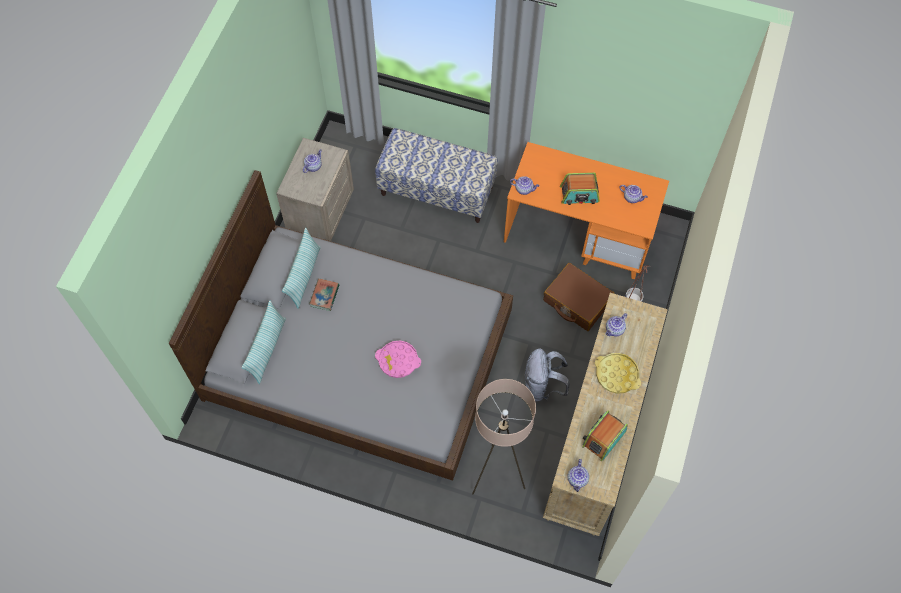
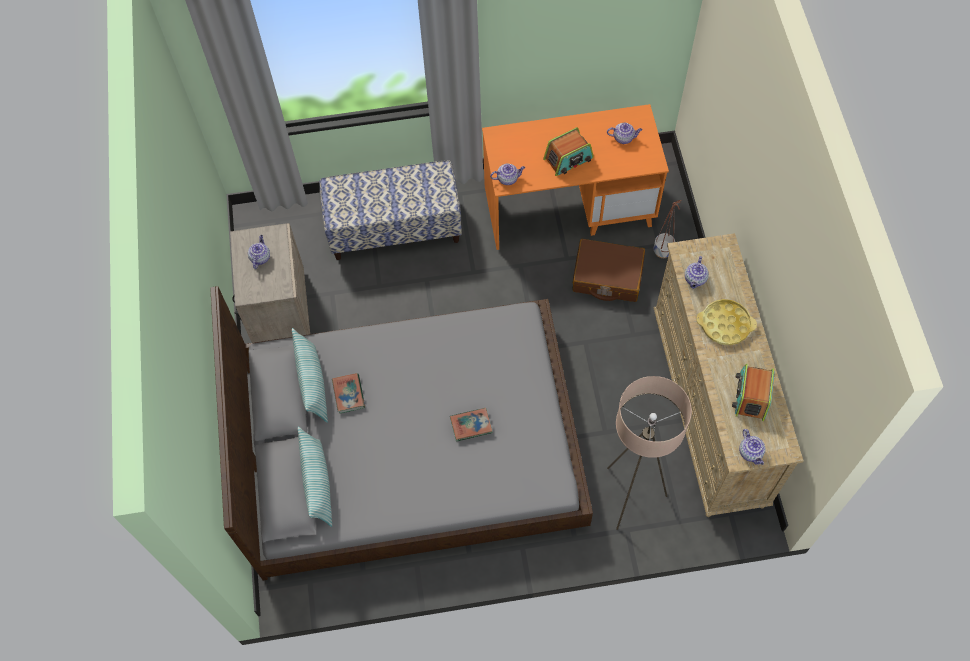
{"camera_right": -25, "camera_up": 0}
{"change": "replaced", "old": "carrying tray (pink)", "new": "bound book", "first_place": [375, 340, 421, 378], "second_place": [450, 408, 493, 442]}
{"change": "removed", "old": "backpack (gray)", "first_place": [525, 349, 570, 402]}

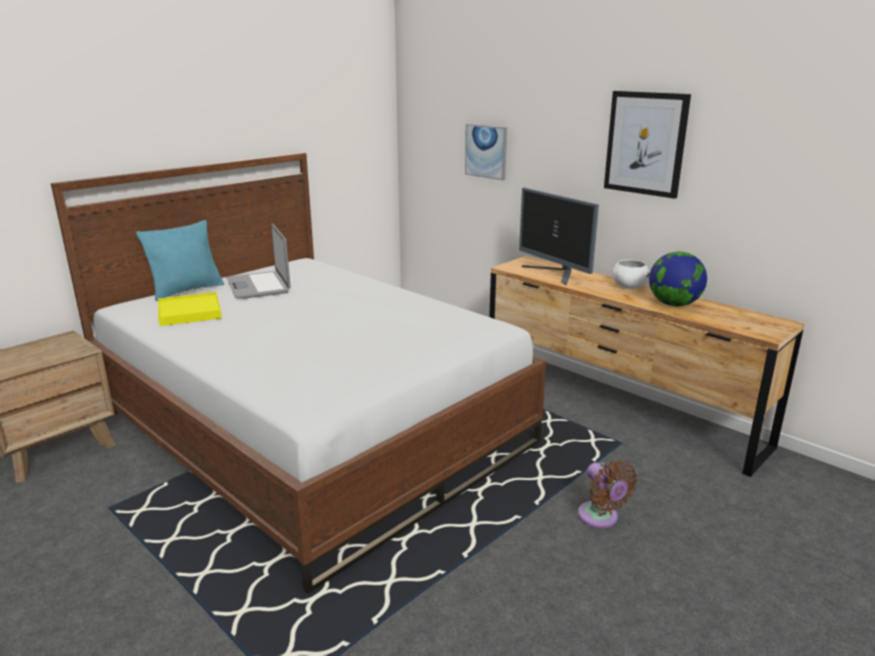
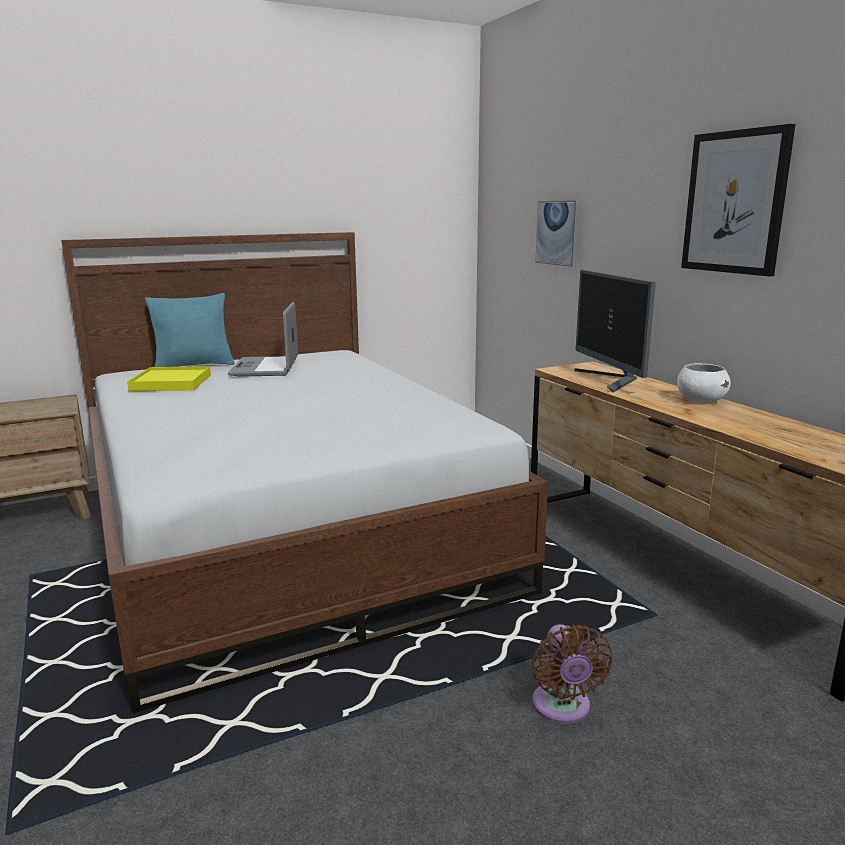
{"camera_right": 20, "camera_up": -5}
{"change": "removed", "old": "globe", "first_place": [649, 252, 707, 306]}

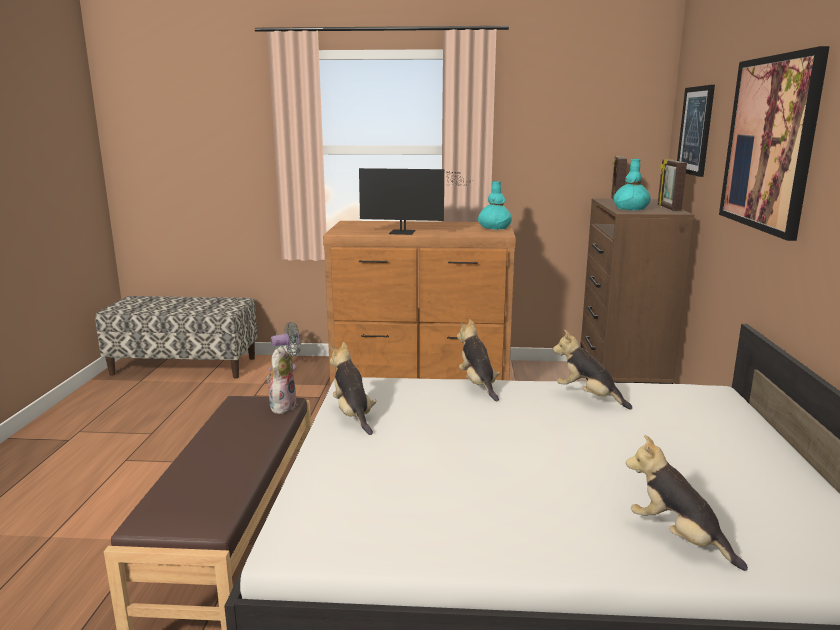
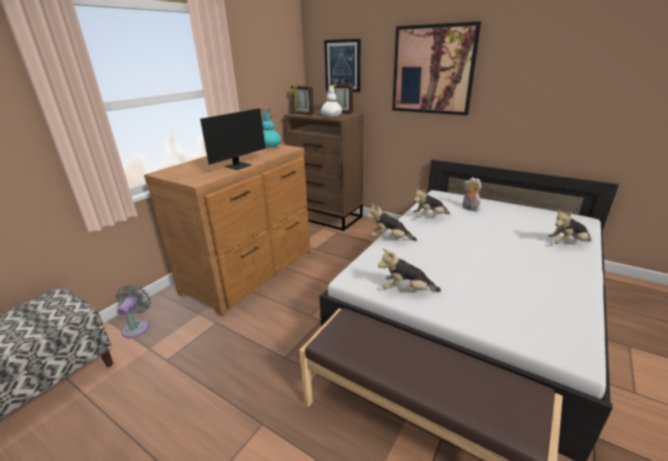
{"camera_right": -60, "camera_up": 10}
{"change": "recoloured", "old": "decorative vase (blue-green)", "new": "decorative vase (white)", "first_place": [614, 159, 651, 210], "second_place": [321, 85, 342, 117]}
{"change": "moved", "old": "soft toy", "first_place": [266, 346, 297, 414], "second_place": [463, 177, 482, 211]}

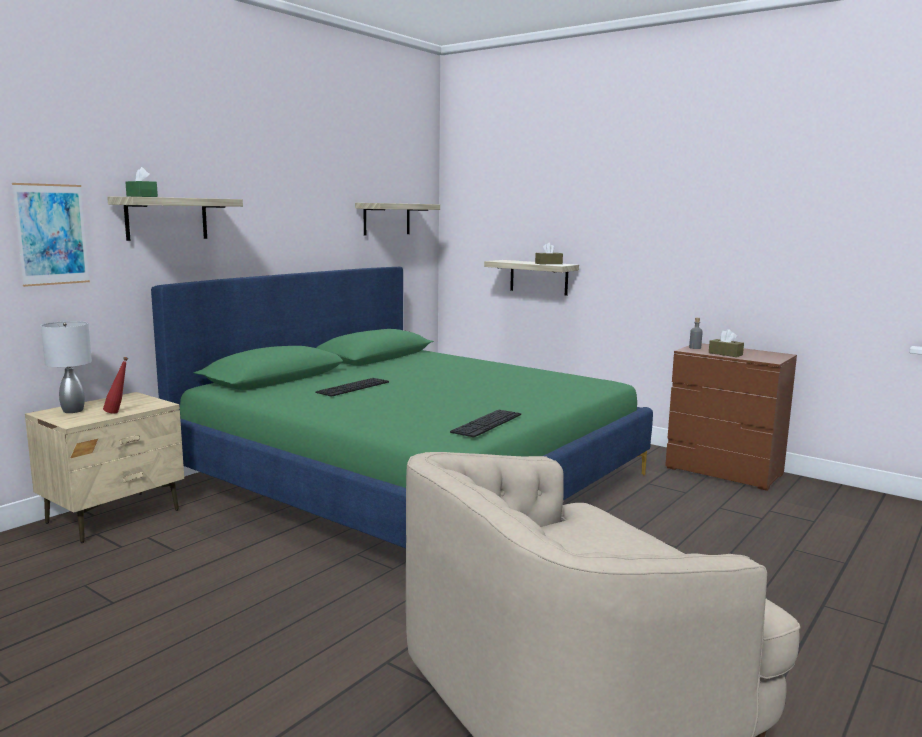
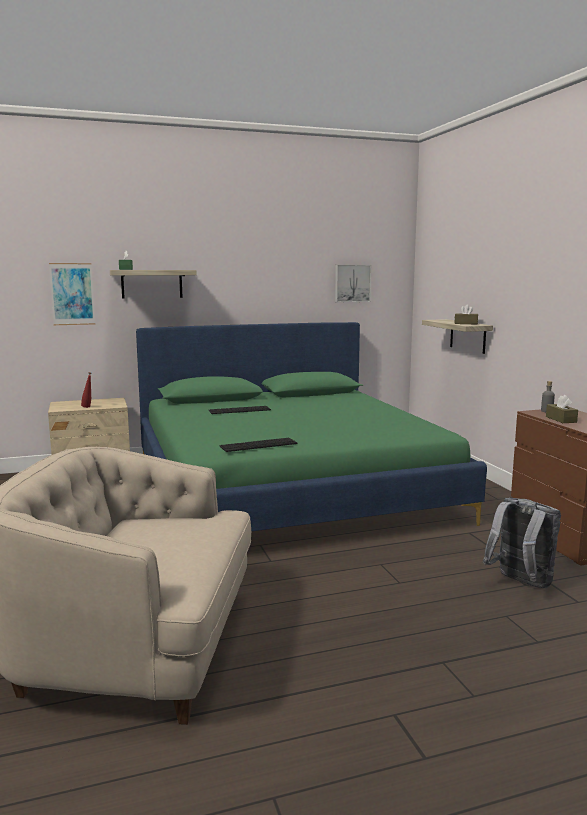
{"camera_right": 35, "camera_up": 0}
{"change": "replaced", "old": "wall shelf", "new": "wall art", "first_place": [355, 203, 440, 235], "second_place": [335, 265, 371, 302]}
{"change": "added", "new": "backpack (gray)", "second_place": [483, 498, 561, 588]}
{"change": "removed", "old": "table lamp (gray)", "first_place": [41, 321, 92, 413]}

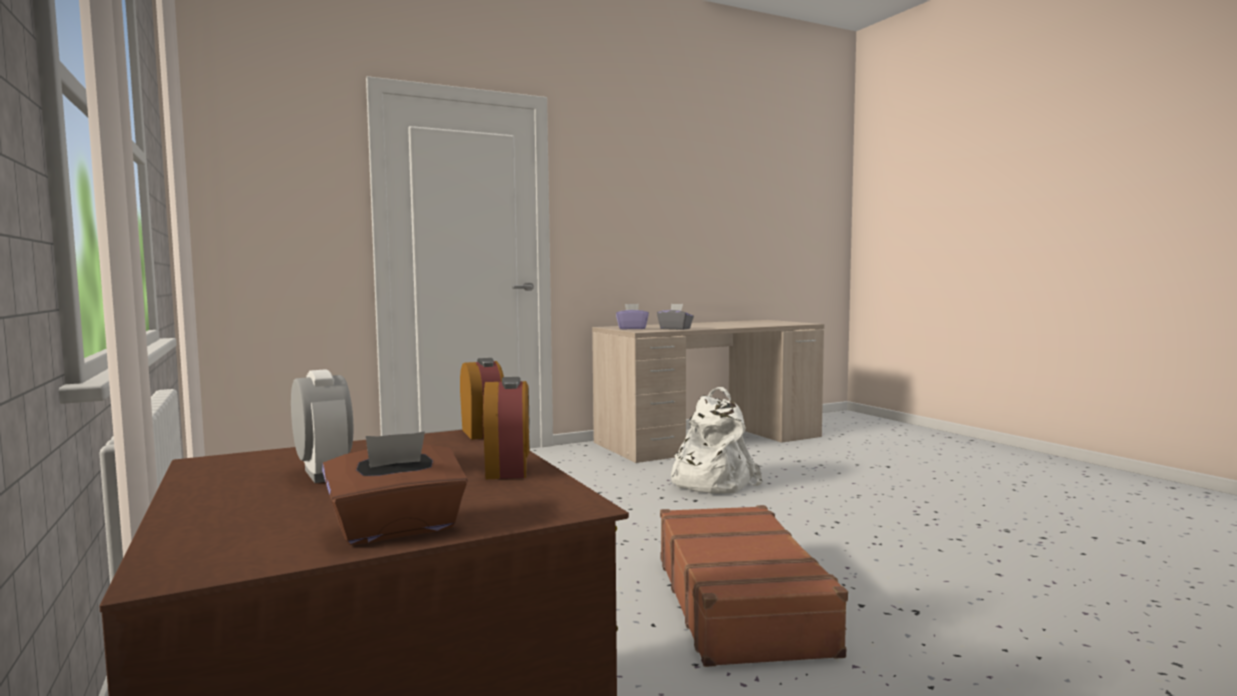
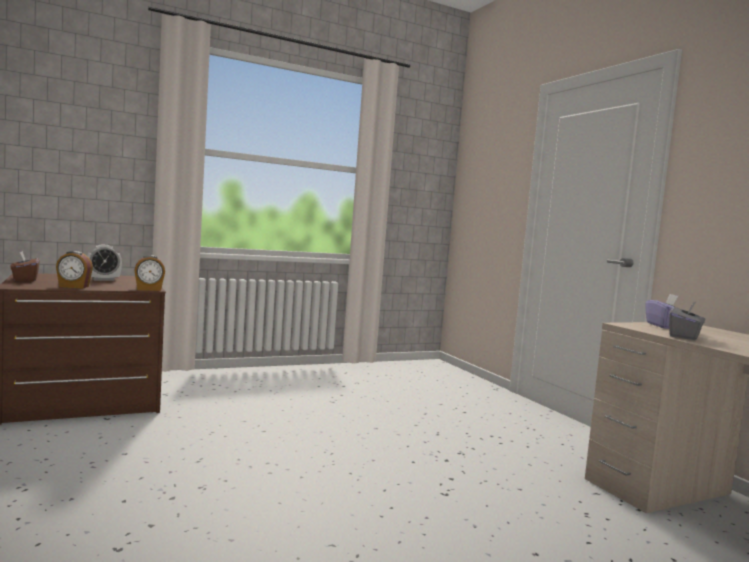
{"camera_right": 90, "camera_up": 0}
{"change": "removed", "old": "suitcase (brownish)", "first_place": [660, 505, 848, 667]}
{"change": "removed", "old": "backpack (white)", "first_place": [671, 387, 763, 493]}

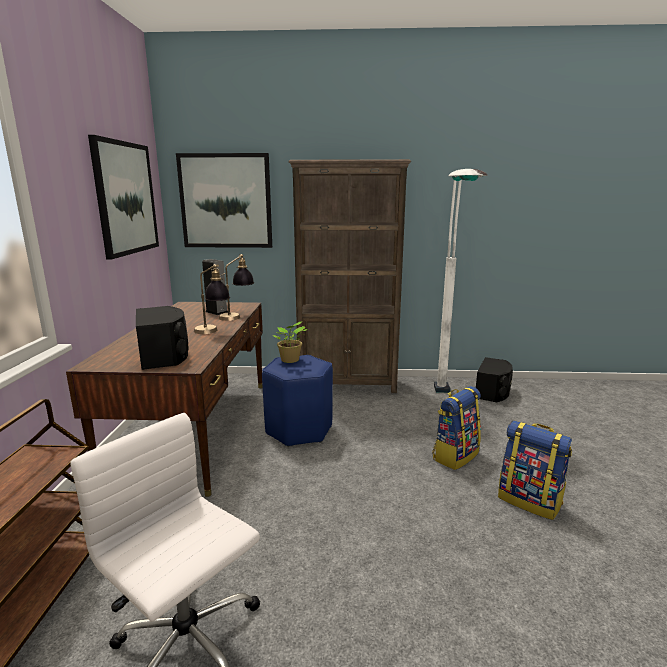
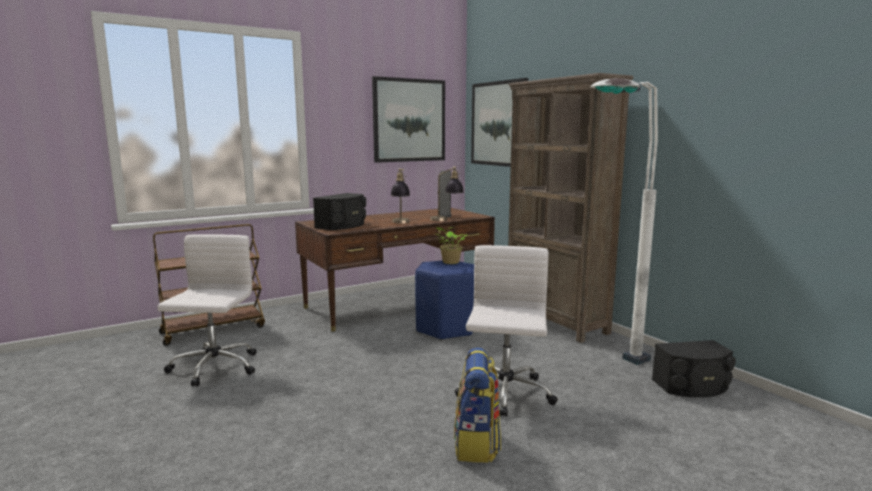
{"camera_right": 55, "camera_up": -5}
{"change": "replaced", "old": "backpack", "new": "computer chair (white)", "first_place": [432, 386, 481, 470], "second_place": [455, 245, 558, 417]}

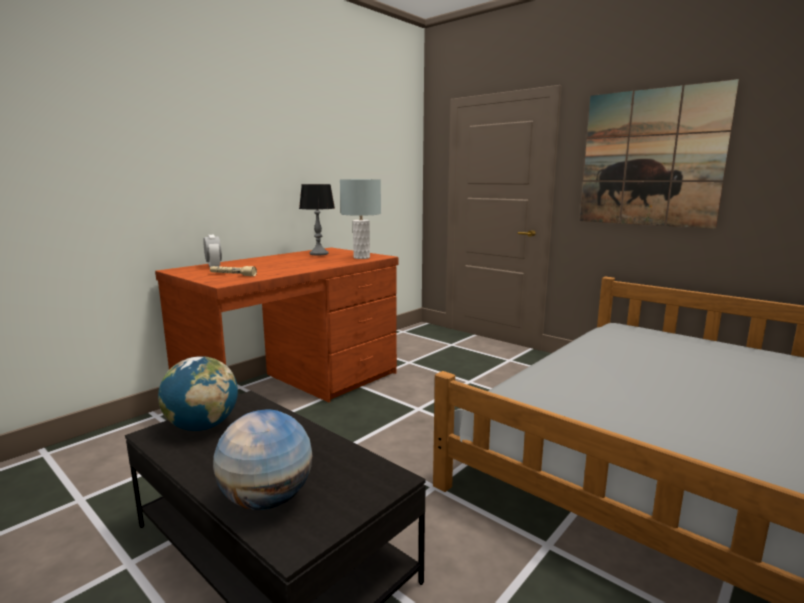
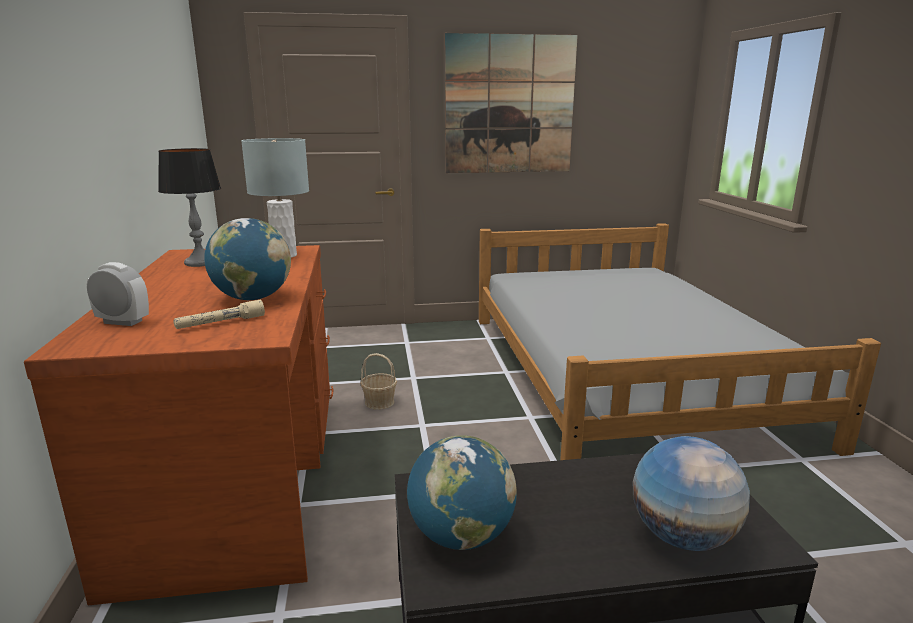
{"camera_right": -50, "camera_up": 5}
{"change": "added", "new": "globe", "second_place": [204, 218, 291, 300]}
{"change": "added", "new": "household basket", "second_place": [360, 353, 397, 410]}

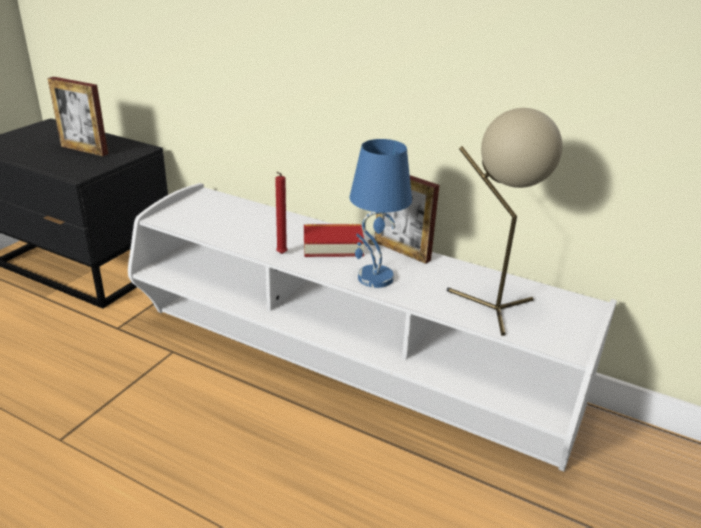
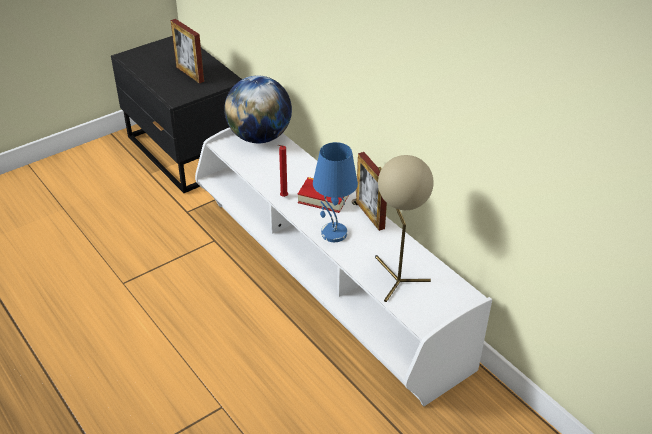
{"camera_right": 25, "camera_up": 10}
{"change": "added", "new": "globe", "second_place": [224, 76, 292, 143]}

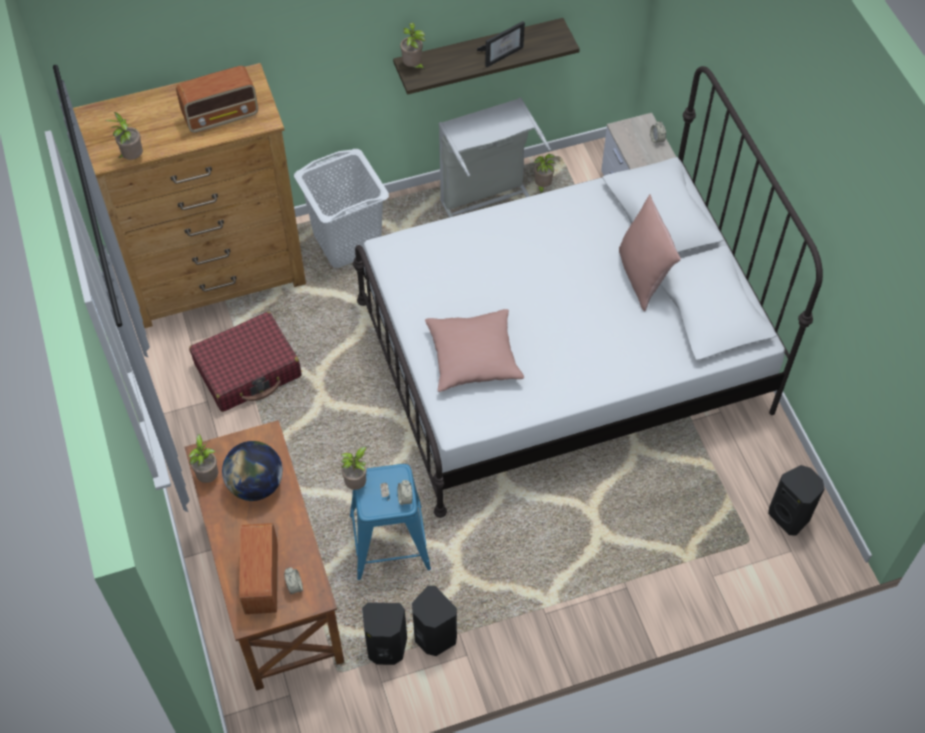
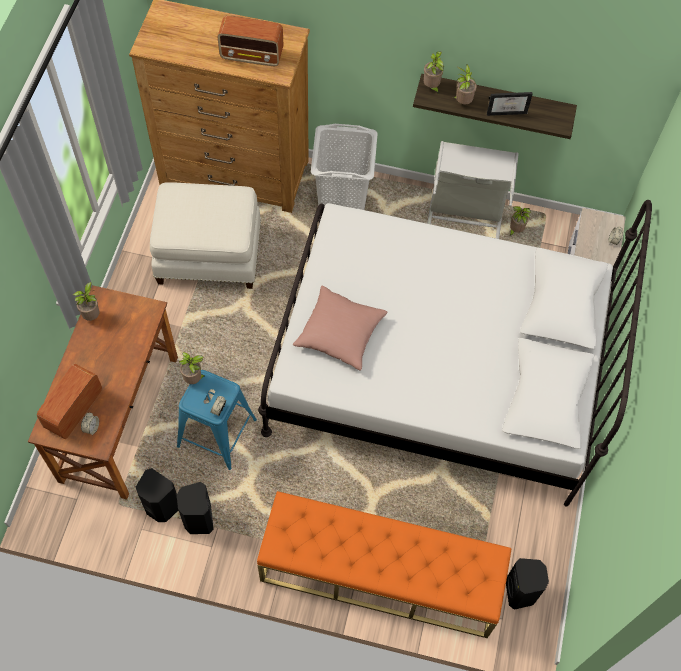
{"camera_right": 30, "camera_up": 5}
{"change": "replaced", "old": "suitcase (reddish)", "new": "footrest (white)", "first_place": [189, 312, 302, 412], "second_place": [150, 182, 261, 289]}
{"change": "added", "new": "bench (orange)", "second_place": [257, 491, 512, 638]}
{"change": "moved", "old": "houseplant", "first_place": [106, 112, 143, 160], "second_place": [453, 64, 477, 104]}
{"change": "removed", "old": "globe", "first_place": [222, 441, 283, 501]}
{"change": "removed", "old": "pillow (pink)", "first_place": [619, 194, 681, 312]}

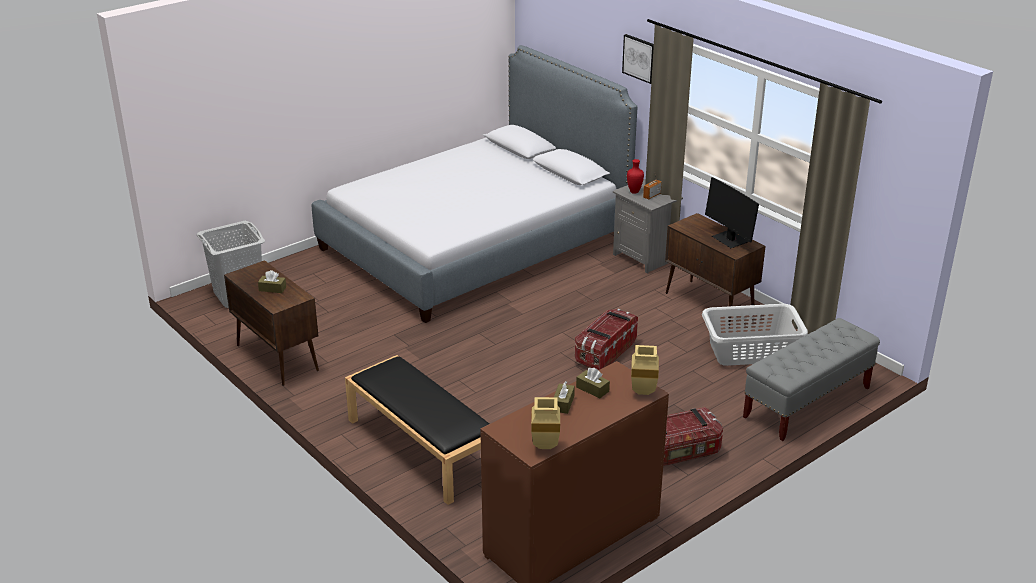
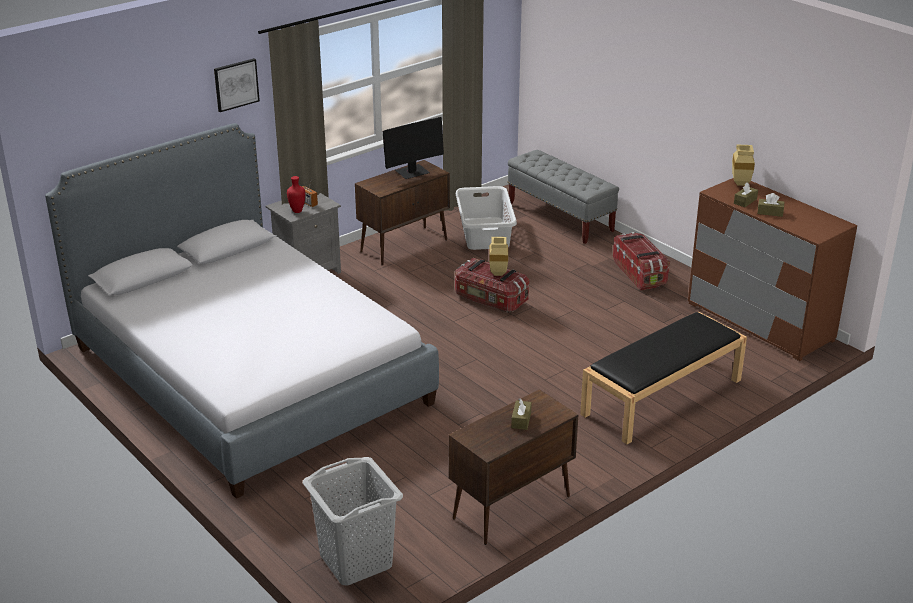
{"camera_right": -90, "camera_up": 0}
{"change": "moved", "old": "decorative vase (beige-coloured)", "first_place": [531, 397, 560, 449], "second_place": [489, 237, 508, 276]}

